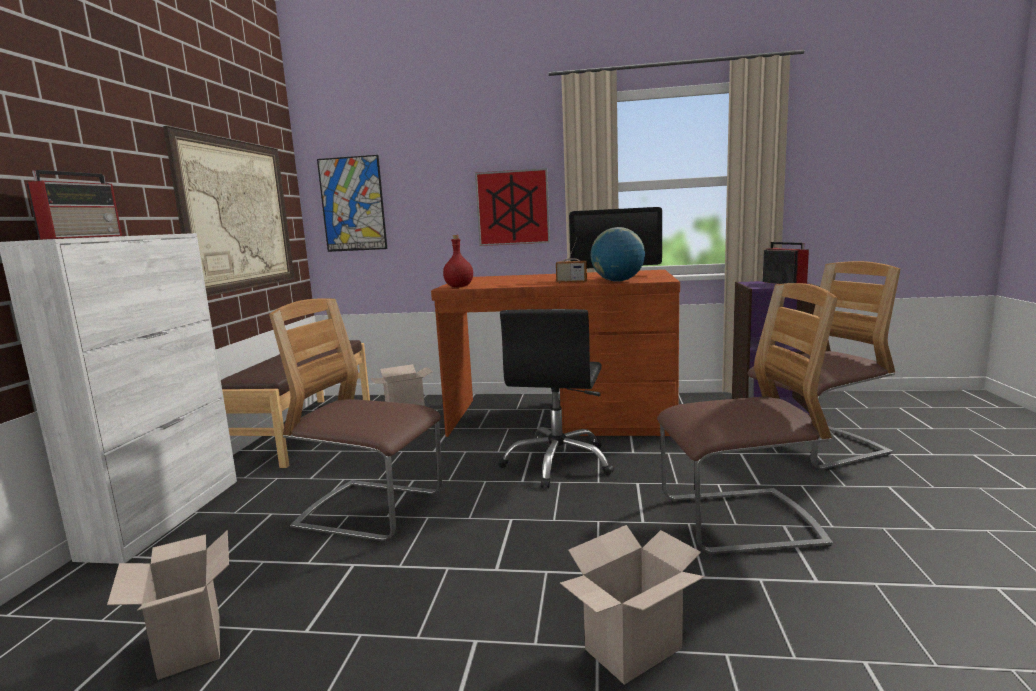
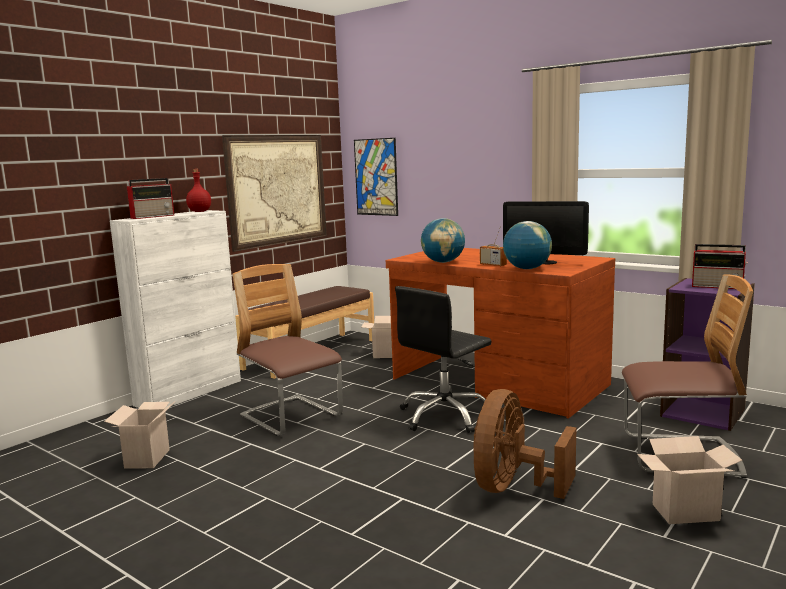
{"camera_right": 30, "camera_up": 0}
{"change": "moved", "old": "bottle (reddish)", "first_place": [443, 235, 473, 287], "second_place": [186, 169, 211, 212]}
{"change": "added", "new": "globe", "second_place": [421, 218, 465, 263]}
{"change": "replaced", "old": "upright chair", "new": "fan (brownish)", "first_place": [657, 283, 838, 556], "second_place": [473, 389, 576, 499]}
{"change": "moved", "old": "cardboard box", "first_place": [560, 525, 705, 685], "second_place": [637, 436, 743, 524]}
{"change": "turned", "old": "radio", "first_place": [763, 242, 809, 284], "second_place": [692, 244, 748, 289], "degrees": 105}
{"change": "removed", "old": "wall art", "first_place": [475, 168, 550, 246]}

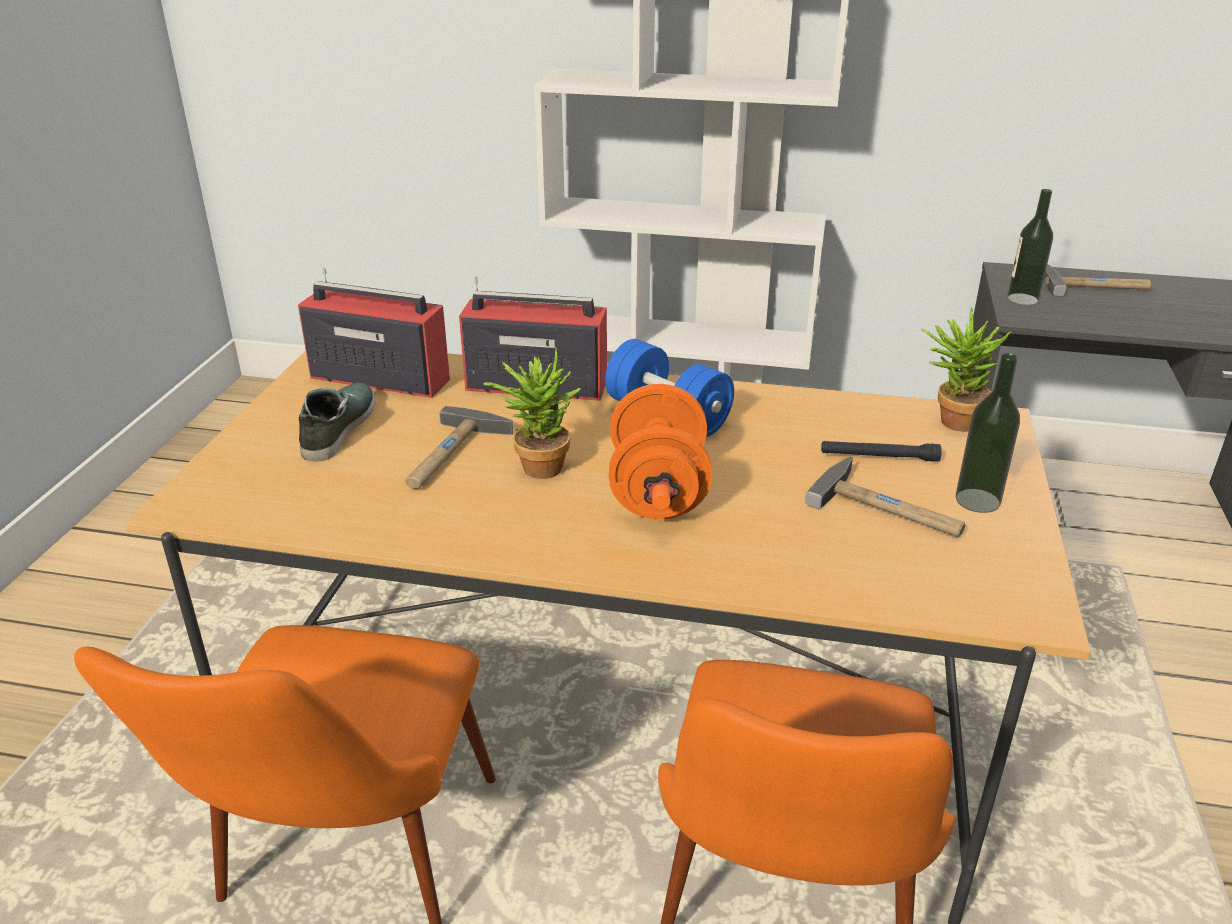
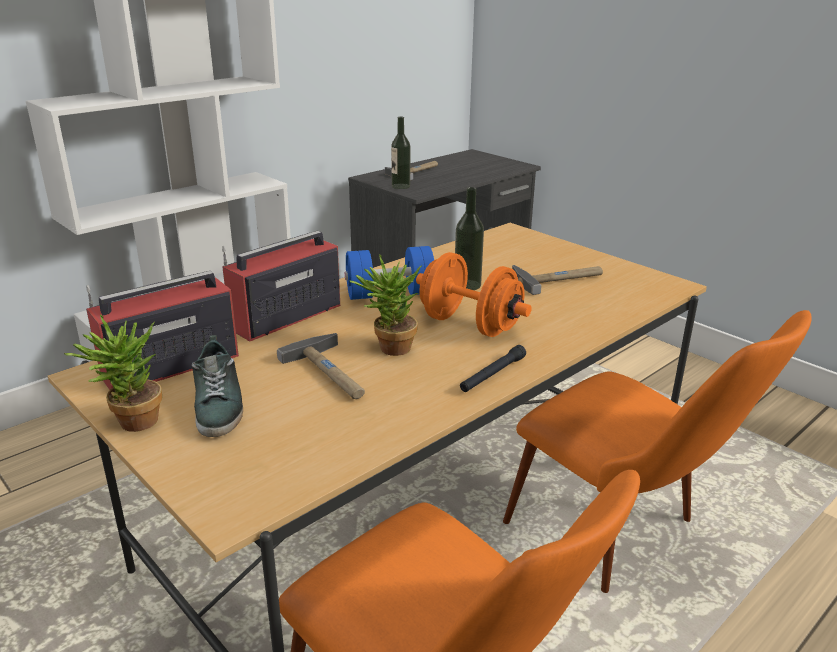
{"camera_right": -55, "camera_up": -5}
{"change": "moved", "old": "houseplant", "first_place": [921, 307, 1012, 432], "second_place": [64, 314, 162, 432]}
{"change": "turned", "old": "low shoe", "first_place": [299, 382, 375, 462], "second_place": [192, 335, 243, 437], "degrees": -150}
{"change": "moved", "old": "bottle", "first_place": [956, 353, 1020, 513], "second_place": [455, 187, 484, 290]}
{"change": "moved", "old": "flashlight (black-coloured)", "first_place": [821, 441, 942, 462], "second_place": [460, 345, 526, 392]}

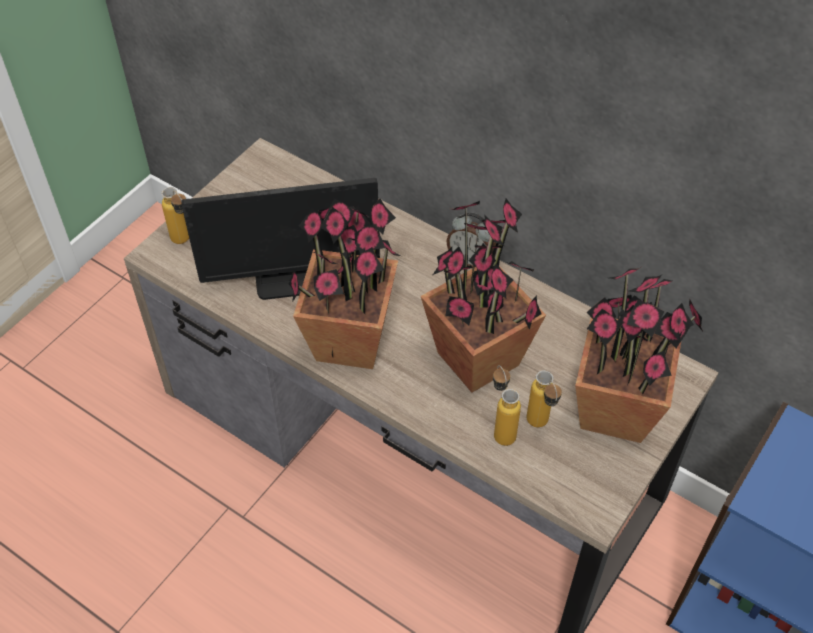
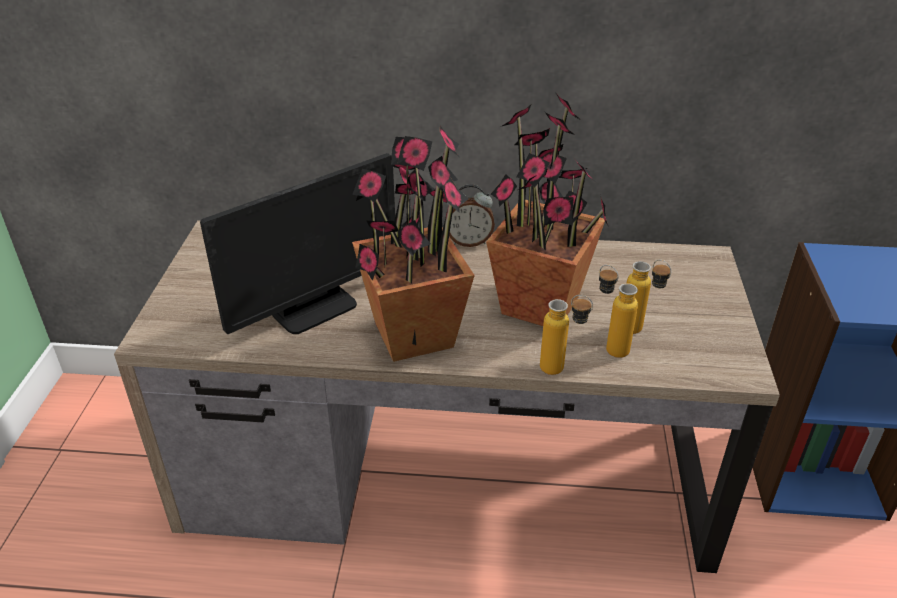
{"camera_right": -30, "camera_up": -15}
{"change": "moved", "old": "bottle", "first_place": [161, 187, 189, 244], "second_place": [540, 295, 593, 375]}
{"change": "removed", "old": "houseplant", "first_place": [575, 267, 703, 443]}

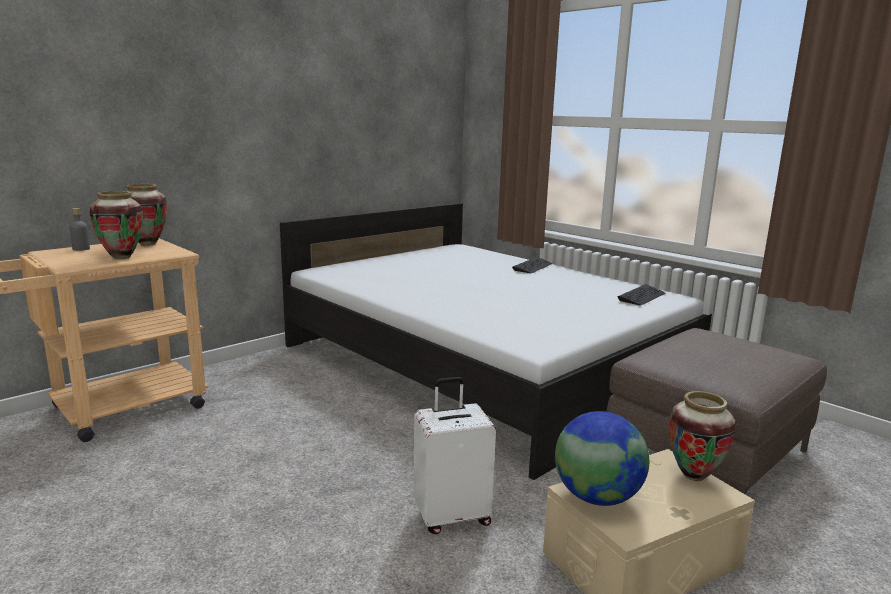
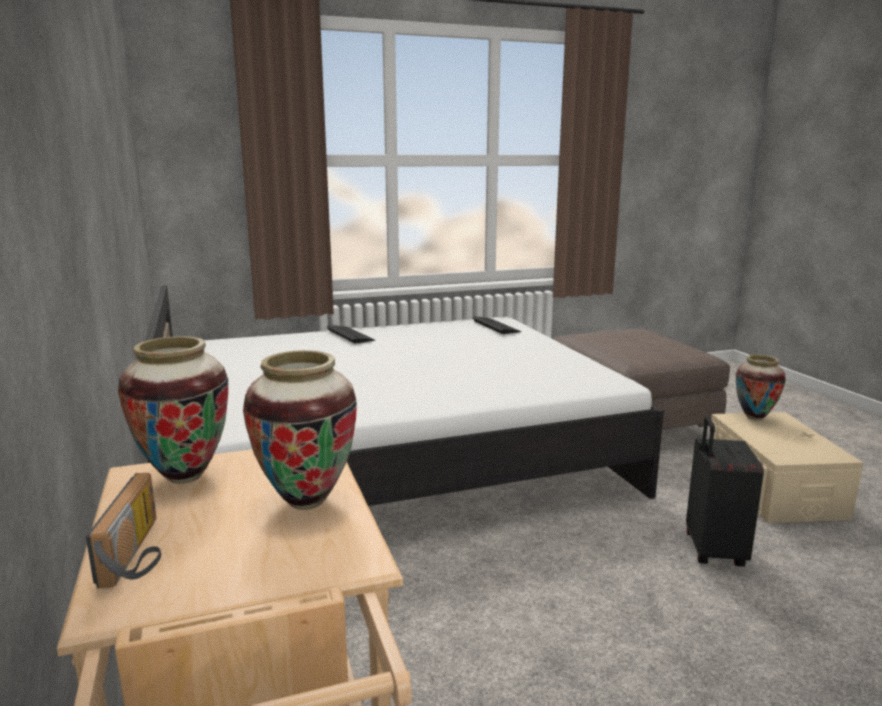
{"camera_right": -65, "camera_up": 0}
{"change": "replaced", "old": "bottle (gray)", "new": "radio", "first_place": [69, 208, 90, 251], "second_place": [86, 473, 161, 588]}
{"change": "recoloured", "old": "suitcase (white)", "new": "suitcase (black-coloured)", "first_place": [413, 377, 496, 534], "second_place": [686, 416, 764, 567]}
{"change": "removed", "old": "globe", "first_place": [555, 411, 649, 506]}

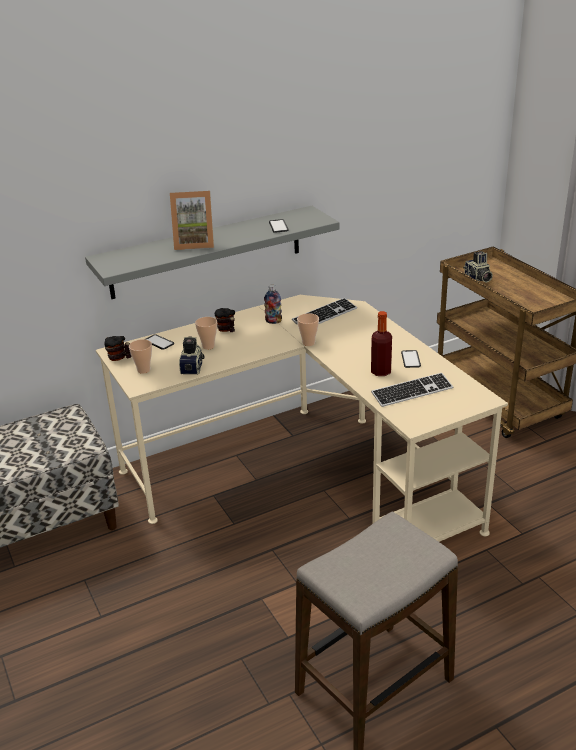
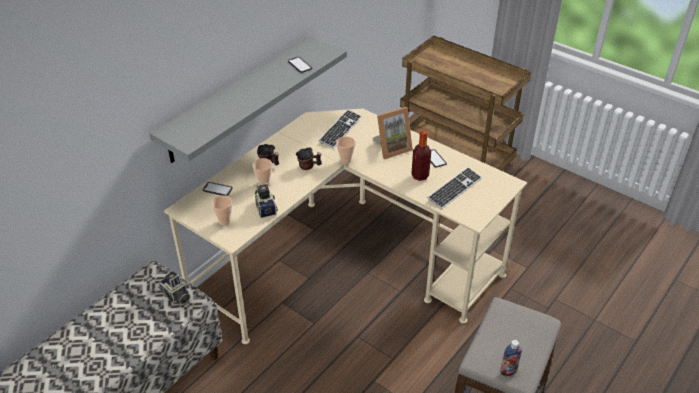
{"camera_right": -25, "camera_up": 10}
{"change": "moved", "old": "photo camera", "first_place": [463, 251, 493, 283], "second_place": [158, 271, 191, 305]}
{"change": "moved", "old": "coffee mug", "first_place": [104, 336, 132, 361], "second_place": [296, 148, 322, 170]}
{"change": "moved", "old": "standing frame", "first_place": [170, 191, 214, 250], "second_place": [372, 107, 413, 159]}
{"change": "moved", "old": "bottle", "first_place": [264, 284, 282, 324], "second_place": [500, 340, 522, 376]}

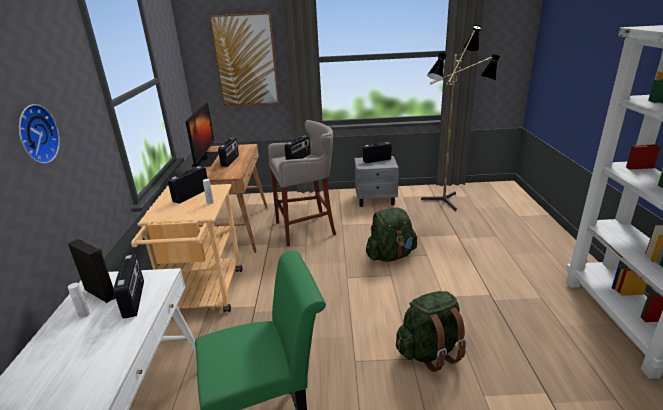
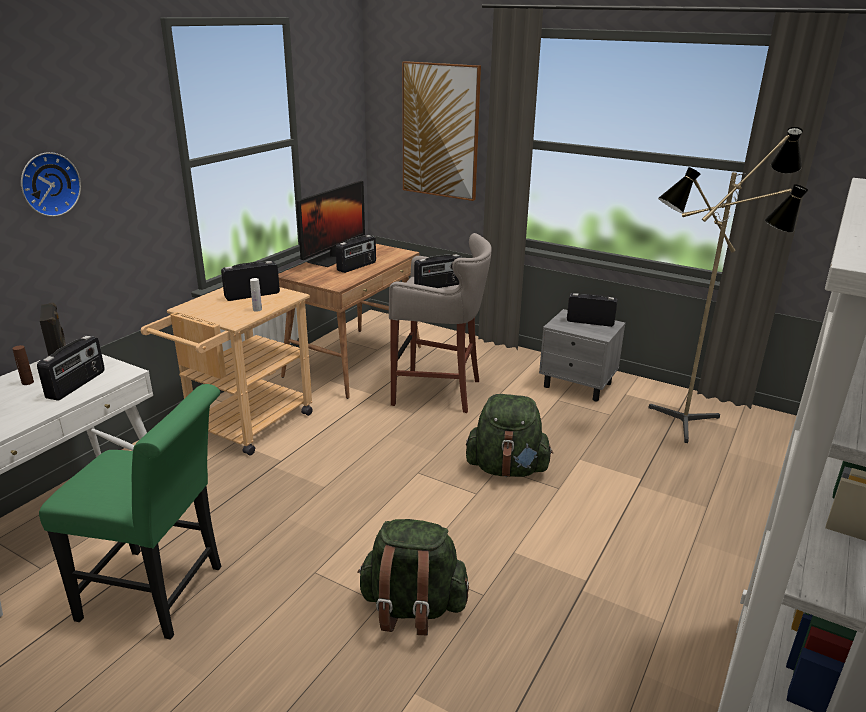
{"camera_right": 30, "camera_up": 0}
{"change": "recoloured", "old": "bottle (white)", "new": "bottle (brownish)", "first_place": [68, 283, 90, 318], "second_place": [12, 345, 34, 385]}

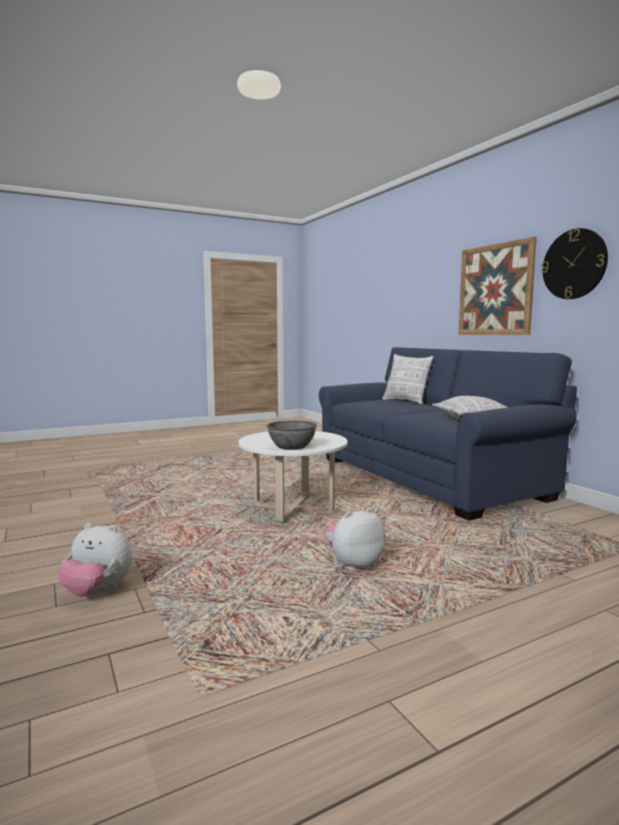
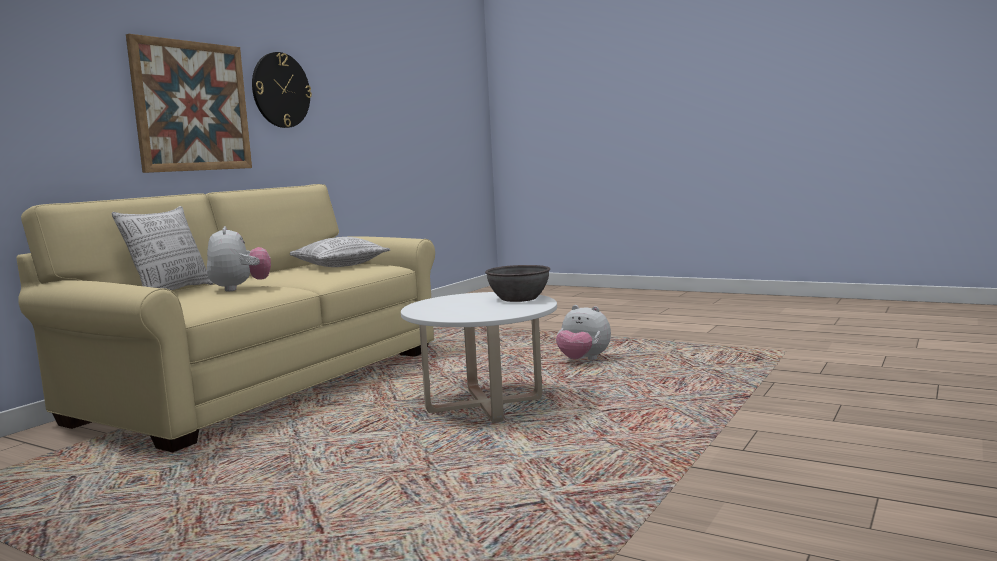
{"camera_right": -120, "camera_up": 0}
{"change": "recoloured", "old": "settee (bluish)", "new": "settee (beige-coloured)", "first_place": [319, 347, 577, 521], "second_place": [16, 184, 435, 452]}
{"change": "moved", "old": "soft toy", "first_place": [58, 523, 133, 596], "second_place": [207, 226, 271, 291]}

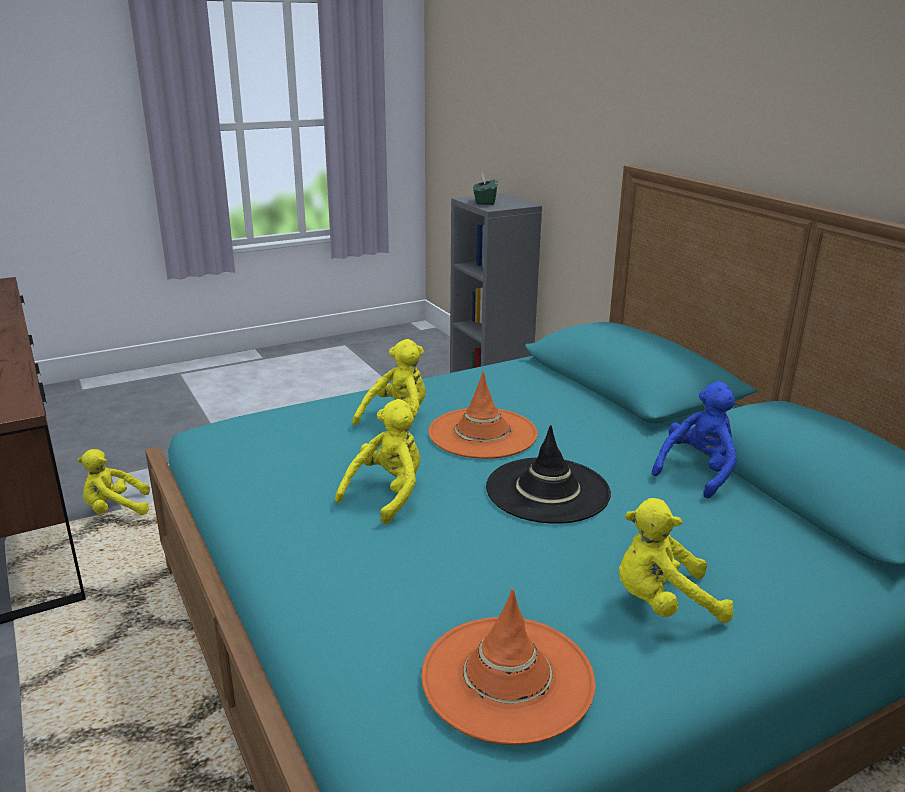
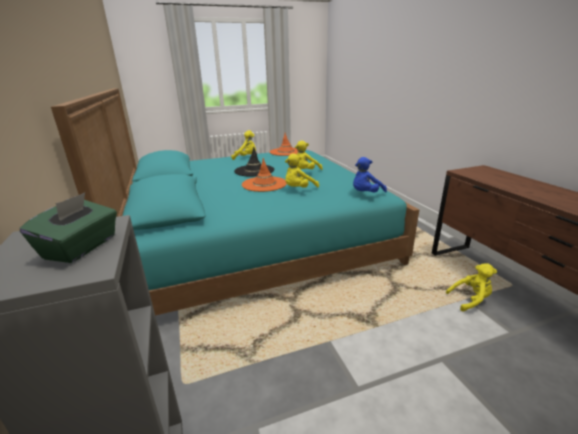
{"camera_right": -170, "camera_up": 0}
{"change": "moved", "old": "soft toy (bluish)", "first_place": [652, 381, 737, 498], "second_place": [353, 157, 387, 193]}

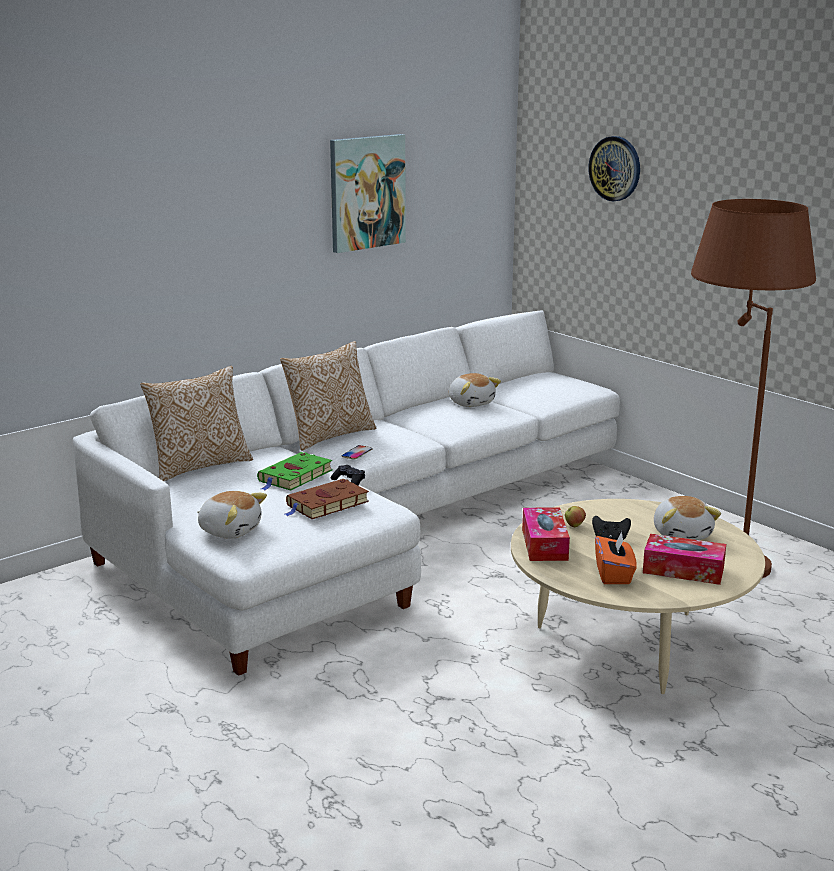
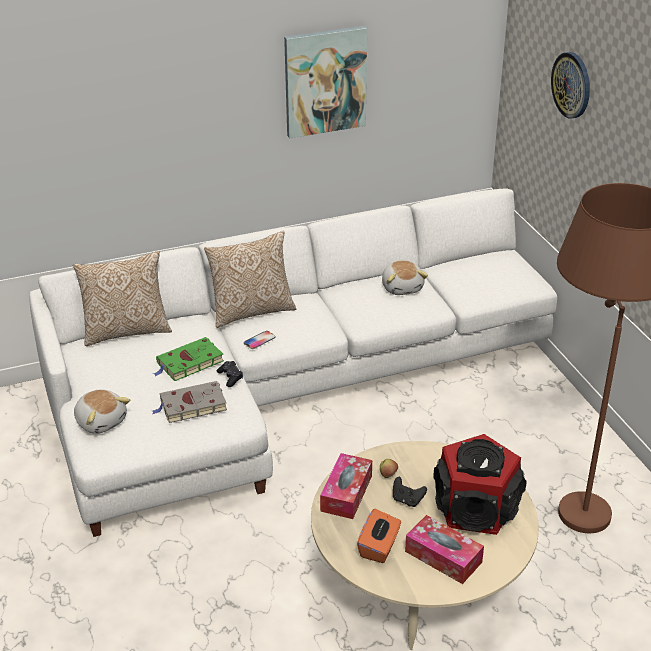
{"camera_right": 20, "camera_up": 15}
{"change": "recoloured", "old": "bound book (brownish)", "new": "bound book (gray)", "first_place": [285, 479, 369, 519], "second_place": [152, 381, 227, 423]}
{"change": "replaced", "old": "soft toy", "new": "speaker", "first_place": [654, 496, 721, 540], "second_place": [433, 434, 526, 535]}

